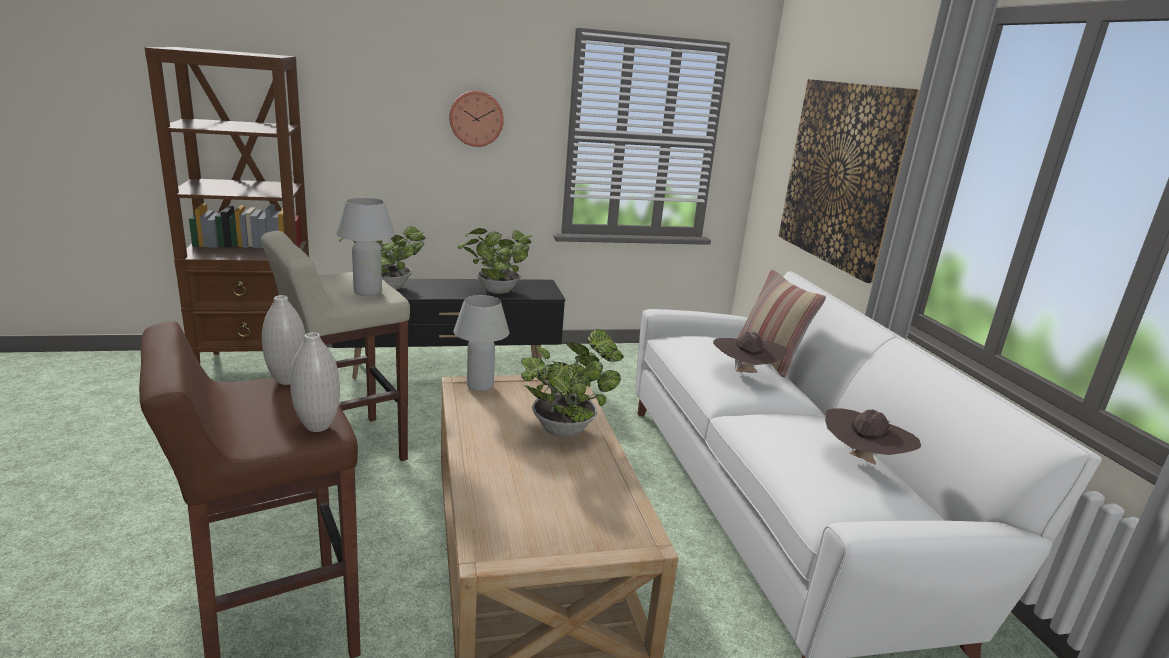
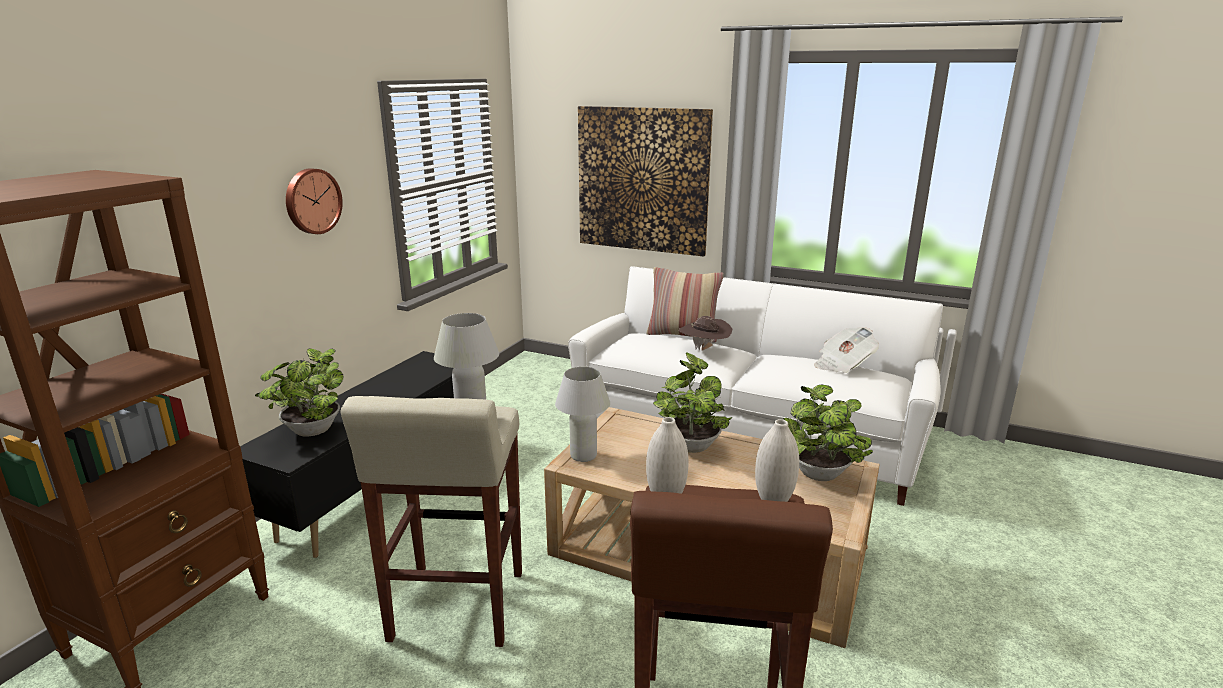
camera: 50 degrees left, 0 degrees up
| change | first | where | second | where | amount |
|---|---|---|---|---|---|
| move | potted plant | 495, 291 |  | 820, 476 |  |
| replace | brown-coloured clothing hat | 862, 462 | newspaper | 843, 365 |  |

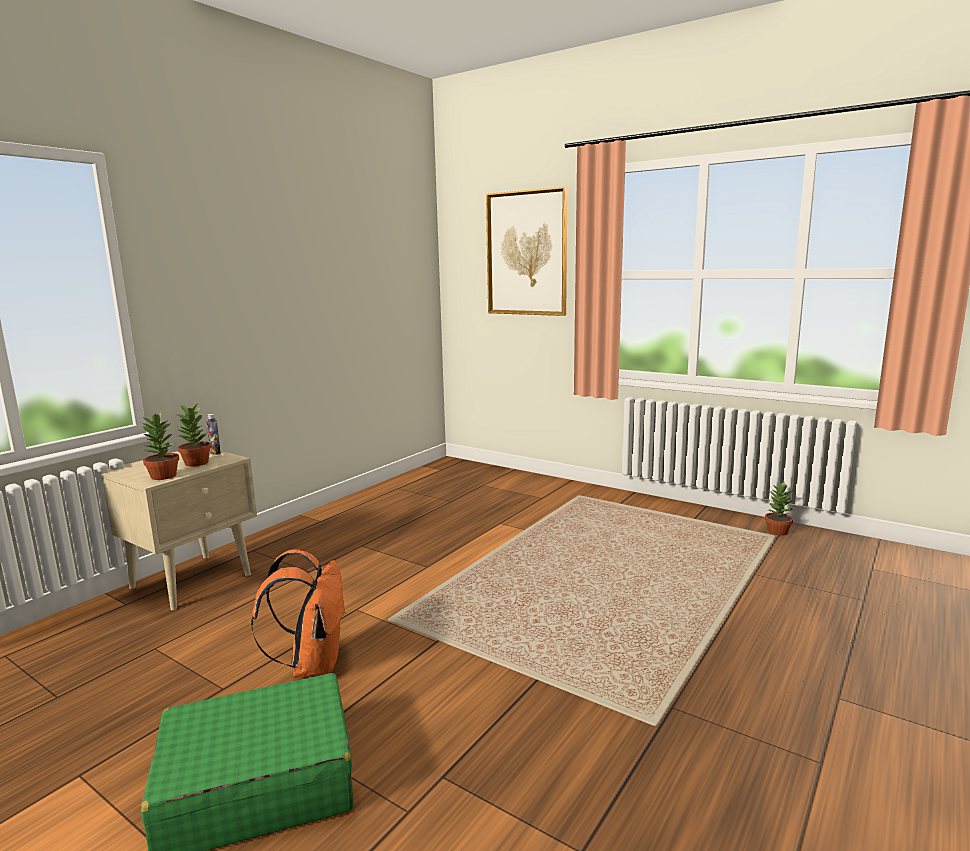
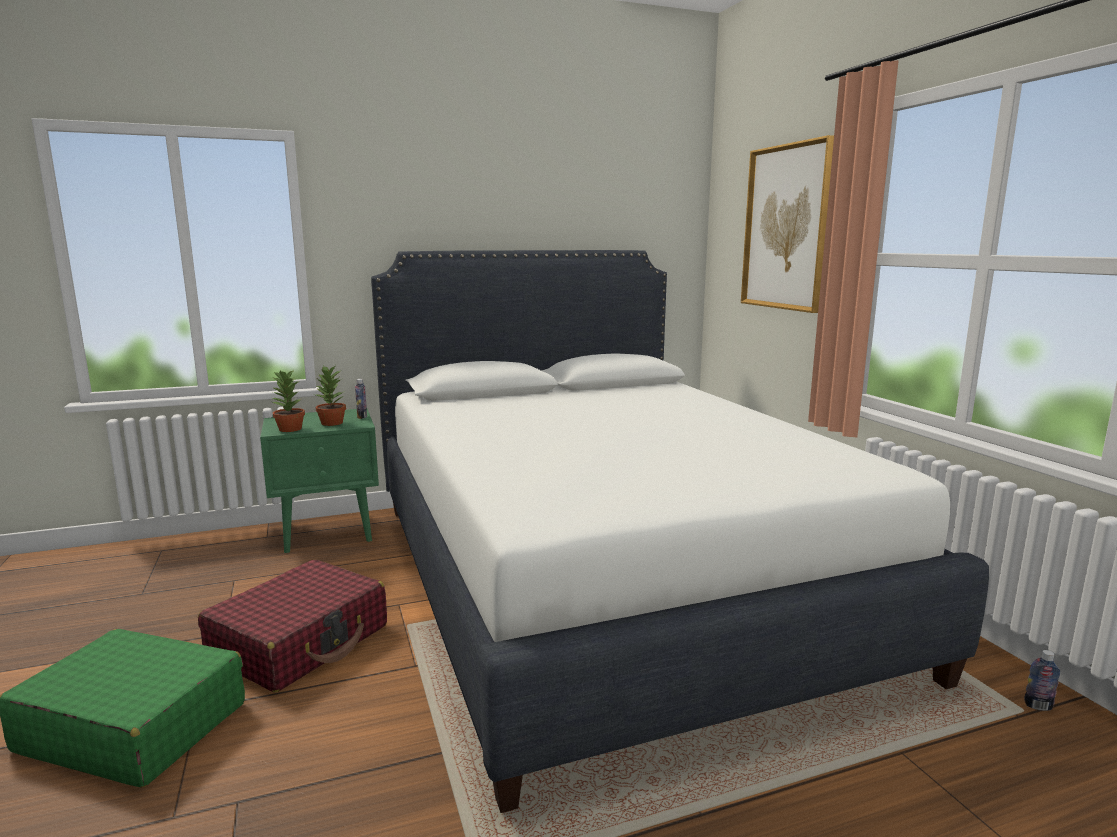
camera: 35 degrees right, 0 degrees up
| change | first | where | second | where | amount |
|---|---|---|---|---|---|
| recolor | beige-coloured bedside table | 193, 580 | greenish bedside table | 329, 532 |  |
| replace | orange backpack | 313, 664 | reddish travel case | 300, 642 |  |
| replace | potted plant | 777, 532 | beverage bottle | 1038, 706 |  |
| insert |  |  | white bedroom bed | 606, 577 |  |

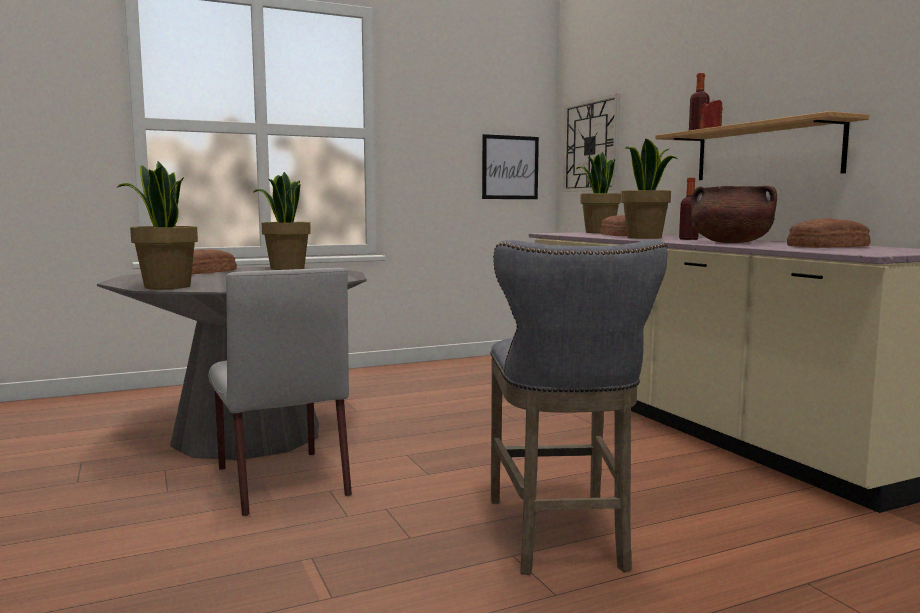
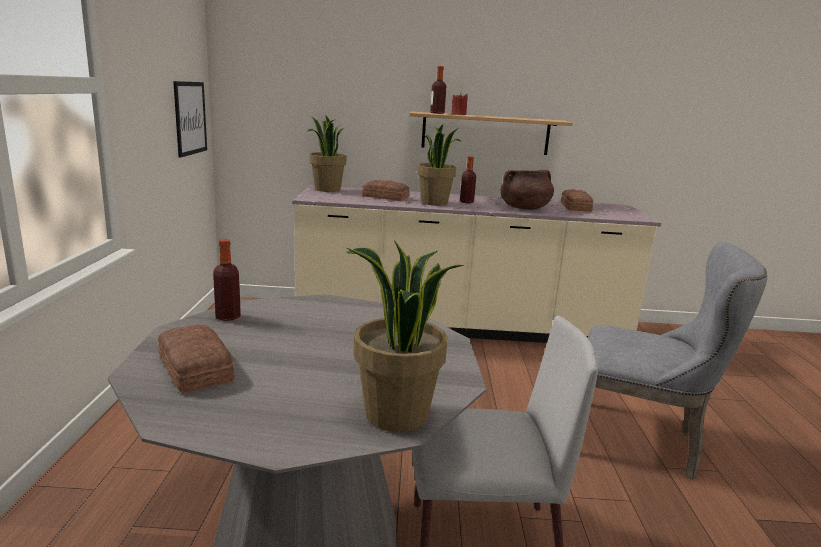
camera: 65 degrees left, 10 degrees up
| change | first | where | second | where | amount |
|---|---|---|---|---|---|
| replace | potted plant | 286, 268 | beverage bottle | 228, 316 |  |
| replace | greyish stool seat | 560, 537 | greyish chair | 641, 441 |  |
| delete | wall clock | 591, 146 |  |  |  |

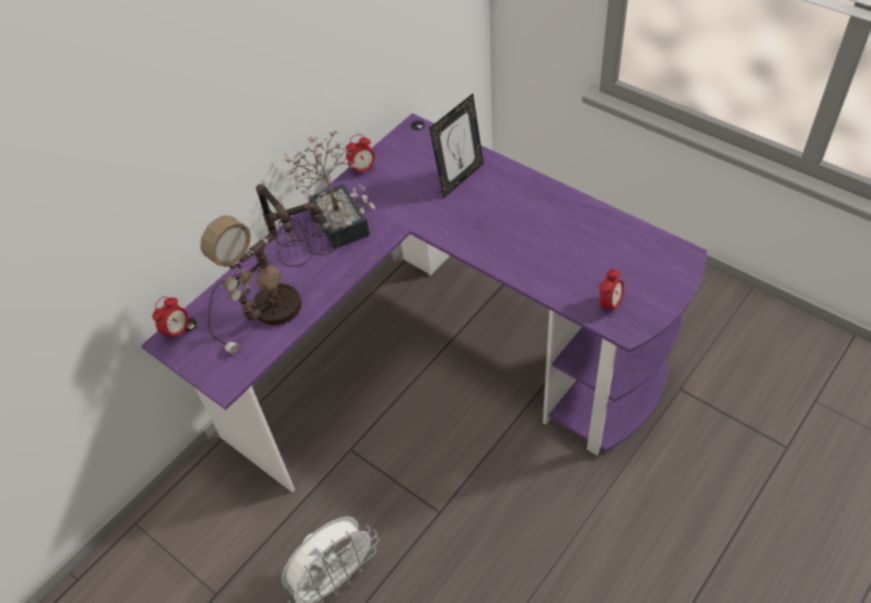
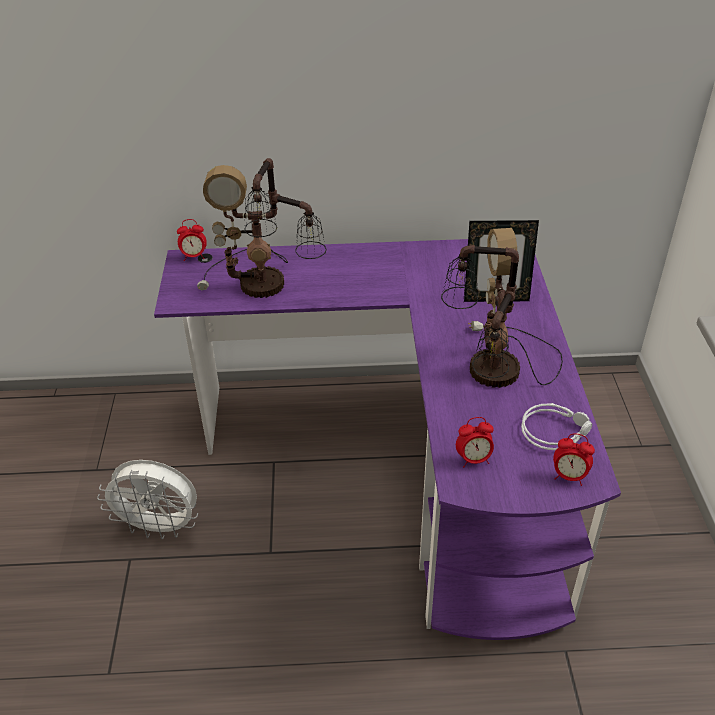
camera: 45 degrees right, 10 degrees down
| change | first | where | second | where | amount |
|---|---|---|---|---|---|
| delete | potted plant | 338, 218 |  |  |  |
| move | table clock | 363, 169 |  | 569, 476 |  |
| insert |  |  | tabletop lamp | 492, 373 |  |
| insert |  |  | greyish pair of headphones | 555, 430 |  |

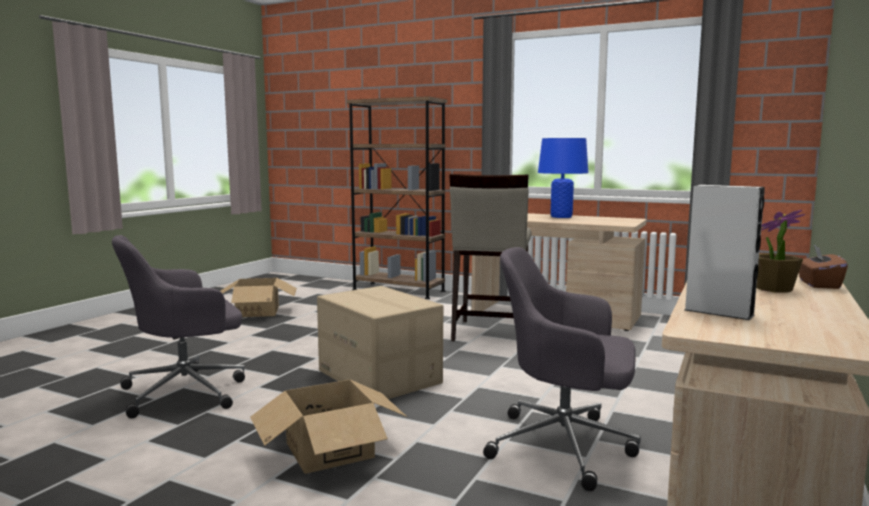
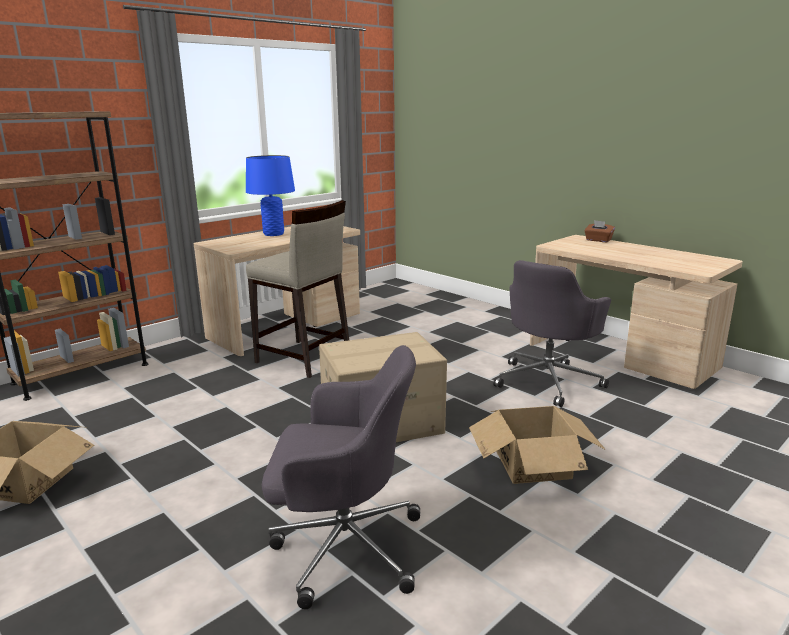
camera: 70 degrees left, 10 degrees up
| change | first | where | second | where | amount |
|---|---|---|---|---|---|
| rotate | greyish desk chair | 187, 391 |  | 343, 546 | 75 degrees counterclockwise |
| delete | greyish loudspeaker | 718, 312 |  |  |  |
| delete | potted plant | 773, 289 |  |  |  |

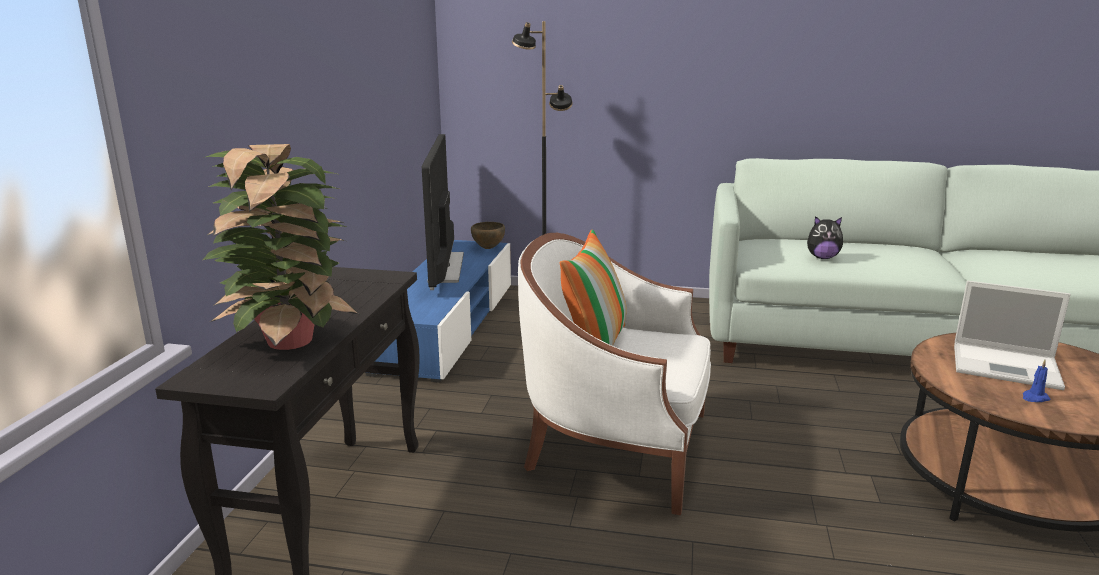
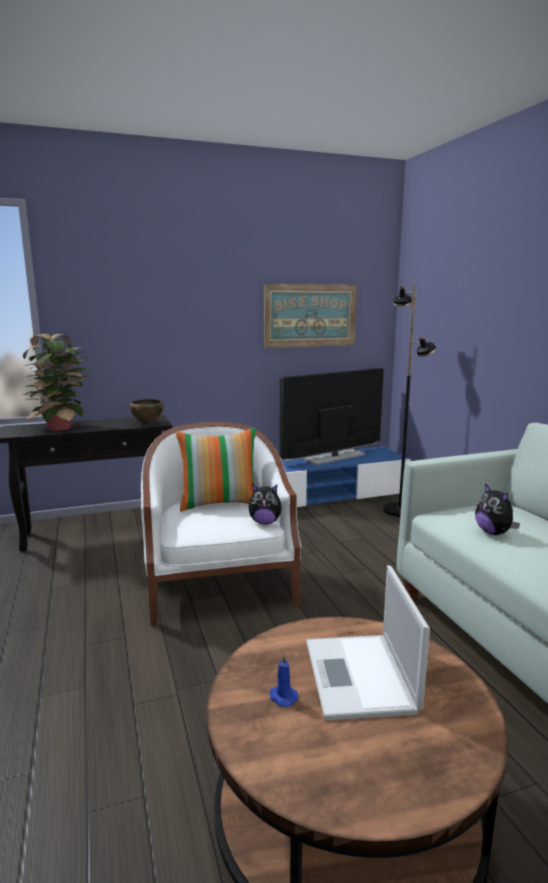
camera: 60 degrees right, 5 degrees down
| change | first | where | second | where | amount |
|---|---|---|---|---|---|
| move | brown-coloured bowl | 488, 248 |  | 147, 423 |  |
| insert |  |  | soft toy | 265, 522 |  |
| insert |  |  | picture | 310, 315 |  |

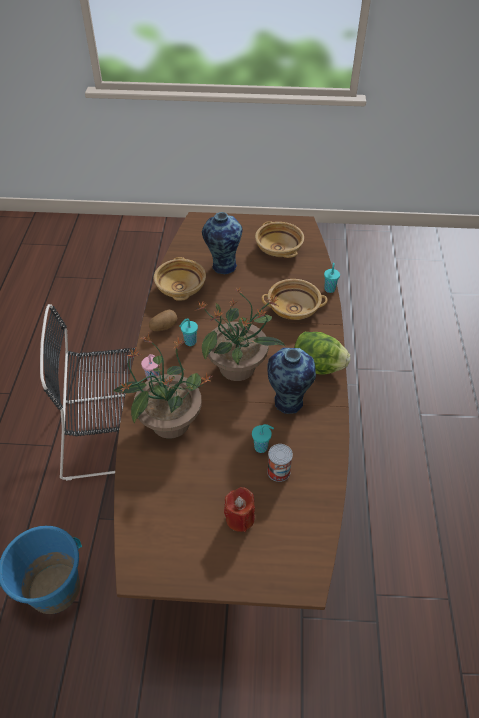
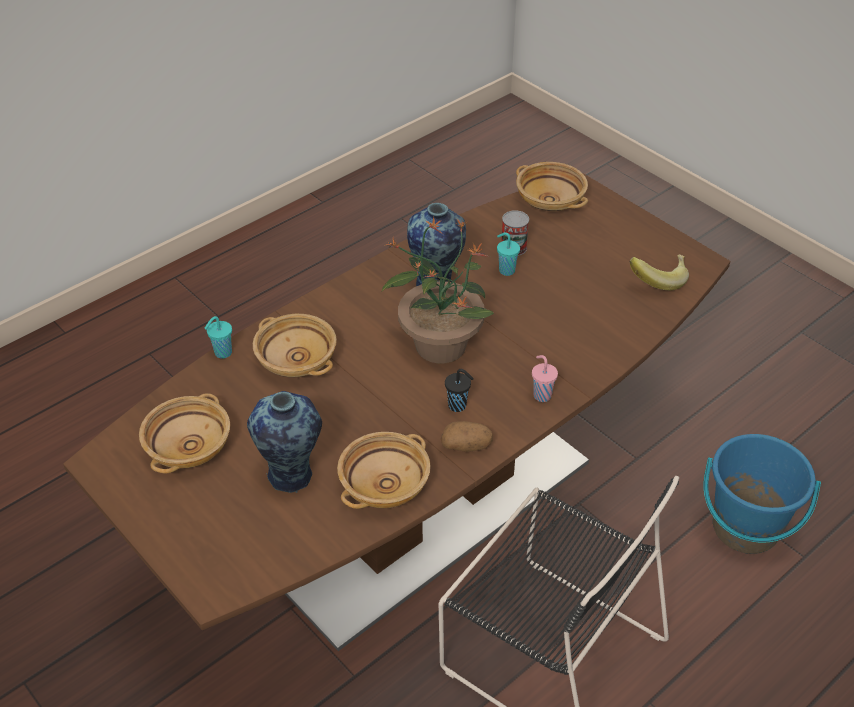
camera: 135 degrees left, 5 degrees down
| change | first | where | second | where | amount |
|---|---|---|---|---|---|
| delete | potted plant | 169, 422 |  |  |  |
| recolor | turquoise-coloured cup | 189, 342 | black-coloured cup | 458, 406 |  |
| delete | reddish wax light | 240, 518 |  |  |  |
| delete | lettuce head | 317, 366 |  |  |  |
| insert |  |  | beige-coloured bowl | 550, 201 |  |
| insert |  |  | banana | 657, 279 |  |

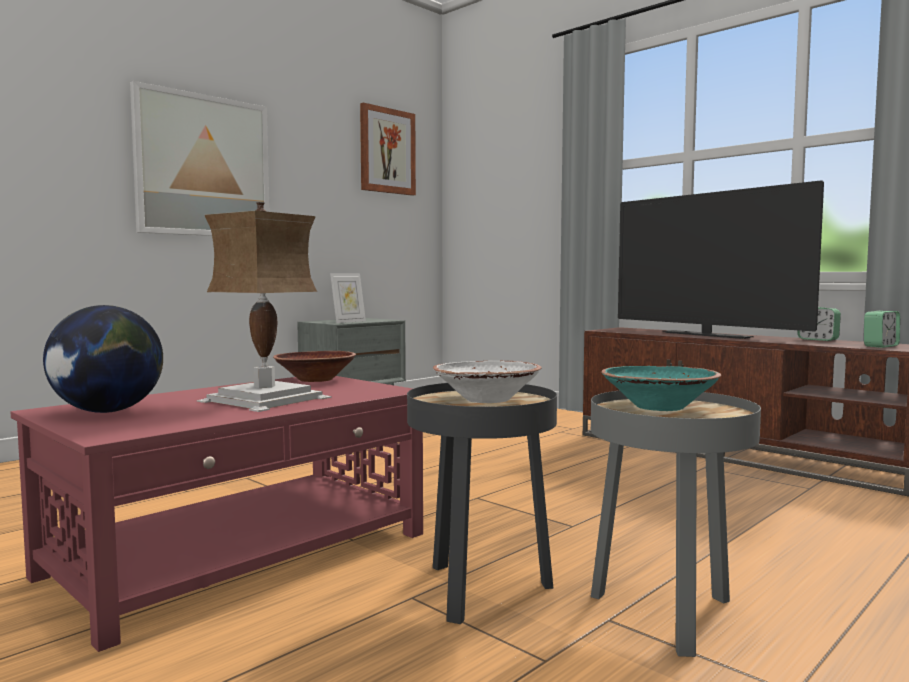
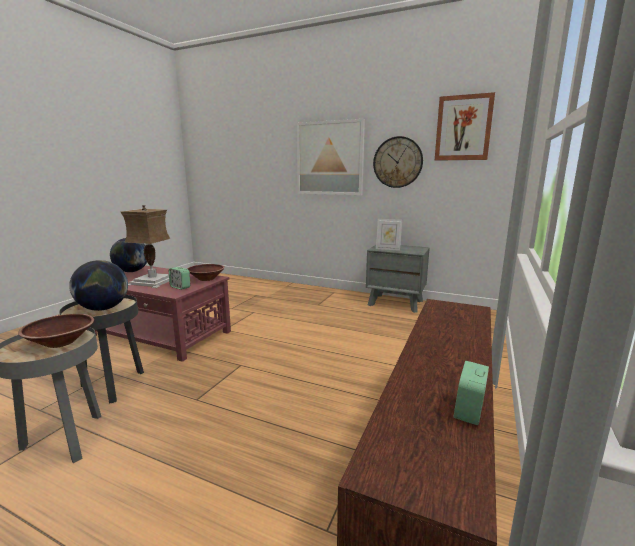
camera: 70 degrees right, 10 degrees up
| change | first | where | second | where | amount |
|---|---|---|---|---|---|
| replace | white bowl | 487, 400 | globe | 103, 309 |  |
| recolor | turquoise-coloured bowl | 659, 407 | brown-coloured bowl | 60, 342 |  |
| delete | TV | 705, 335 |  |  |  |
| move | table clock | 881, 346 |  | 180, 287 |  |
| insert |  |  | wall clock | 397, 162 |  |

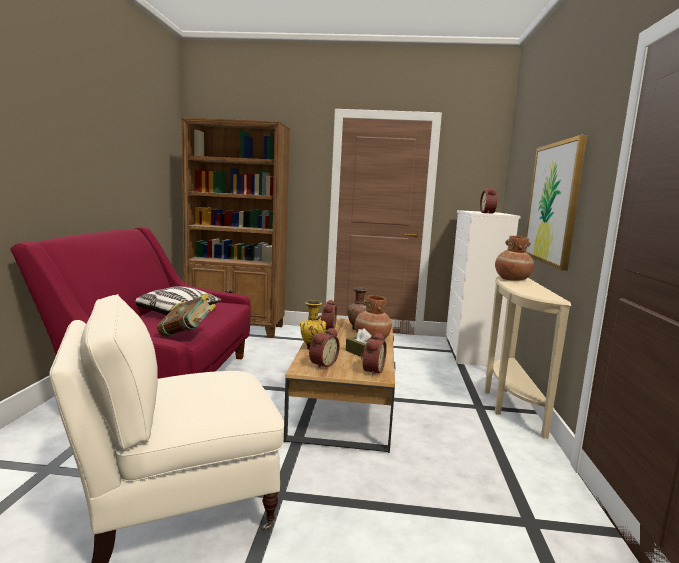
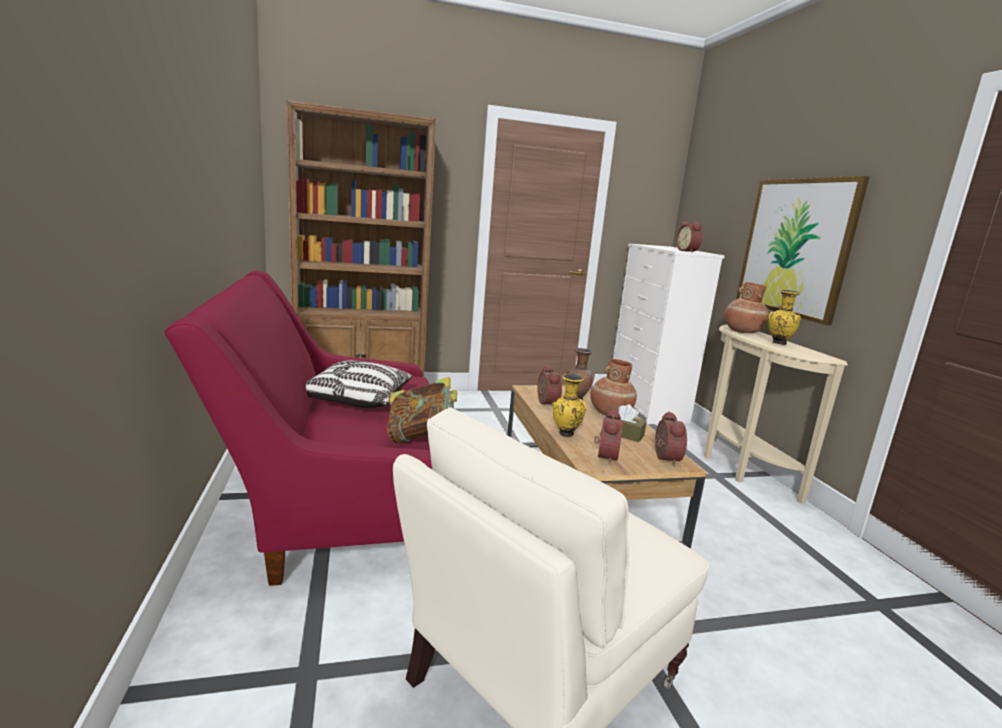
camera: 20 degrees left, 5 degrees up
| change | first | where | second | where | amount |
|---|---|---|---|---|---|
| insert |  |  | yellow-coloured flower vase | 778, 343 |  |

